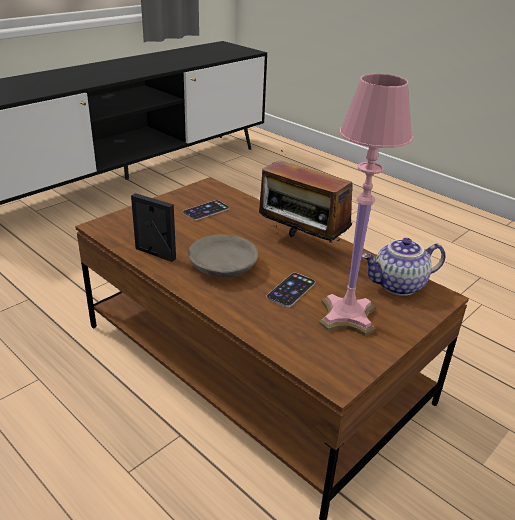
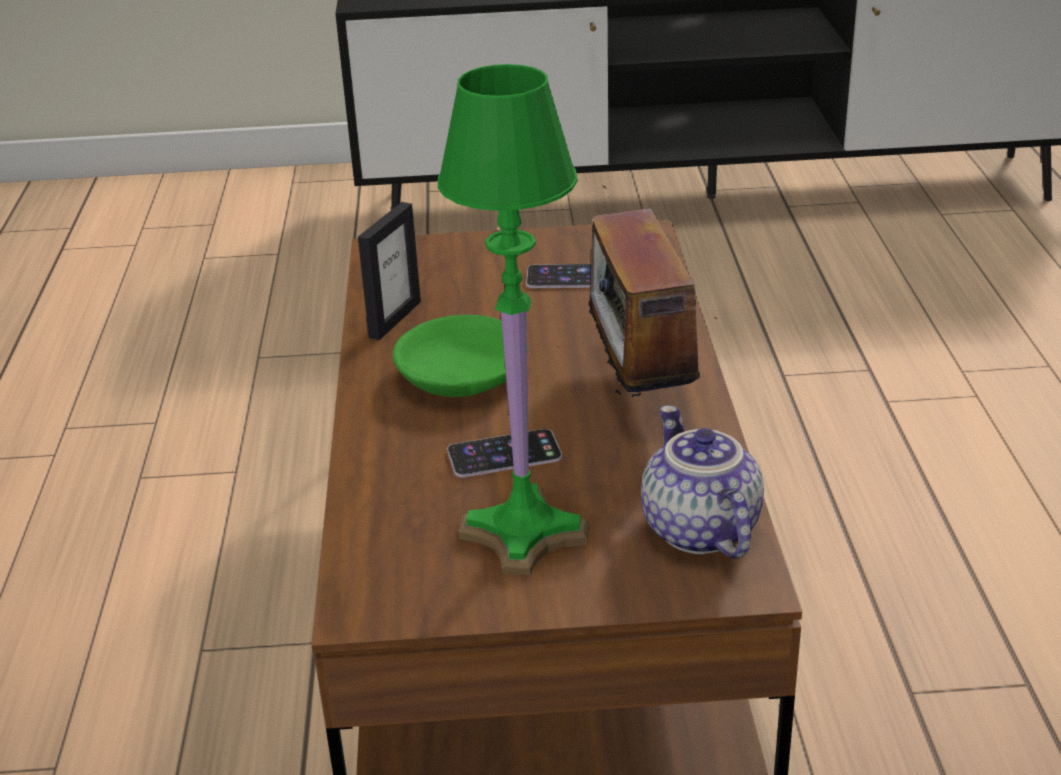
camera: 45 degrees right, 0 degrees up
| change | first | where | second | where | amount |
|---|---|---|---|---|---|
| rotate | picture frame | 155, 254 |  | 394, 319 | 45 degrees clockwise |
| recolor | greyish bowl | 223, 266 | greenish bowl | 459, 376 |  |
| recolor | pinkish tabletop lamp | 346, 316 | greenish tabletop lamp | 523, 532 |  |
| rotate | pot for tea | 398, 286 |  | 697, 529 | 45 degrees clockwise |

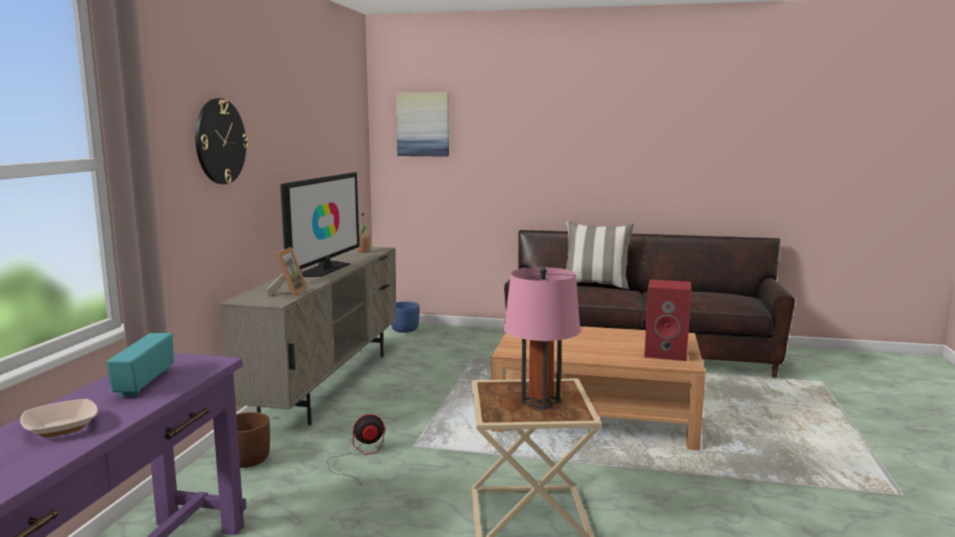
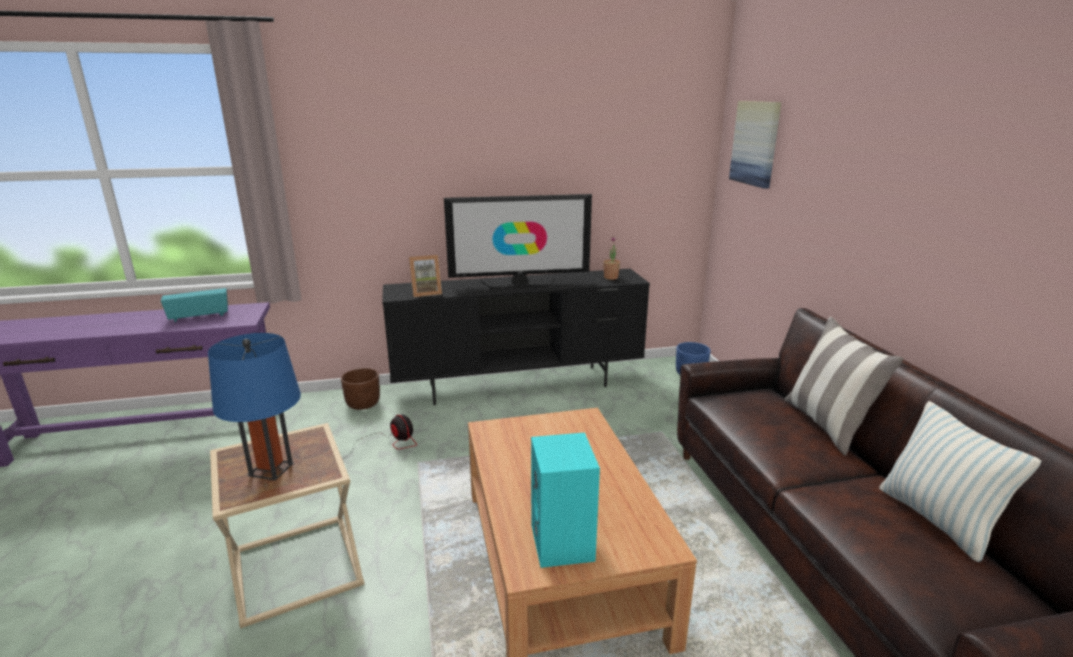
camera: 65 degrees right, 10 degrees up
| change | first | where | second | where | amount |
|---|---|---|---|---|---|
| delete | bowl | 61, 428 |  |  |  |
| delete | wall clock | 220, 141 |  |  |  |
| recolor | beige-coloured media console | 328, 384 | black-coloured media console | 519, 385 |  |
| recolor | pinkish tabletop lamp | 540, 401 | blue-coloured tabletop lamp | 271, 469 |  |
| recolor | reddish loudspeaker | 667, 353 | turquoise-coloured loudspeaker | 564, 543 |  |
| insert |  |  | cushion | 937, 520 |  |

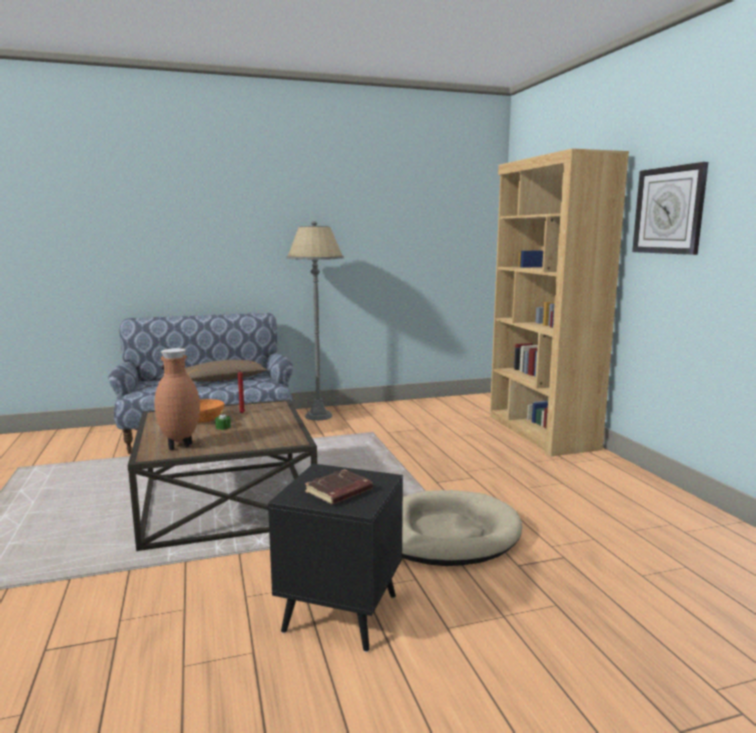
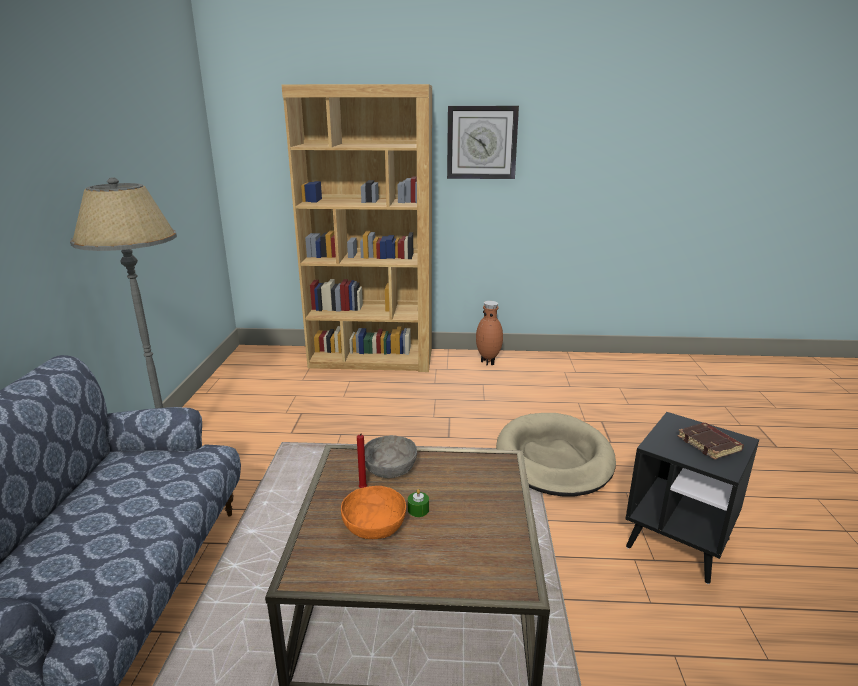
camera: 70 degrees left, 10 degrees up
| change | first | where | second | where | amount |
|---|---|---|---|---|---|
| move | brown-coloured flower vase | 181, 446 |  | 488, 362 |  |
| delete | brown-coloured cushion | 223, 379 |  |  |  |
| insert |  |  | greyish bowl | 390, 469 |  |

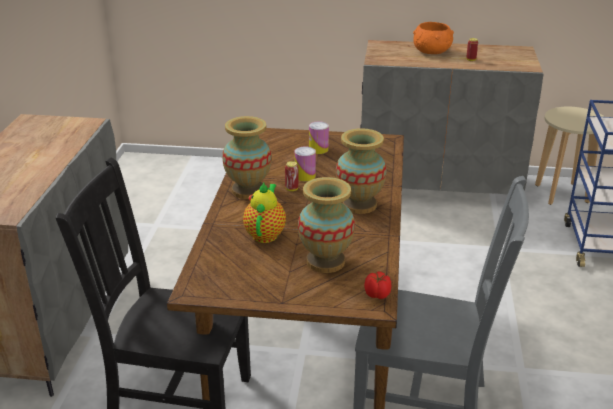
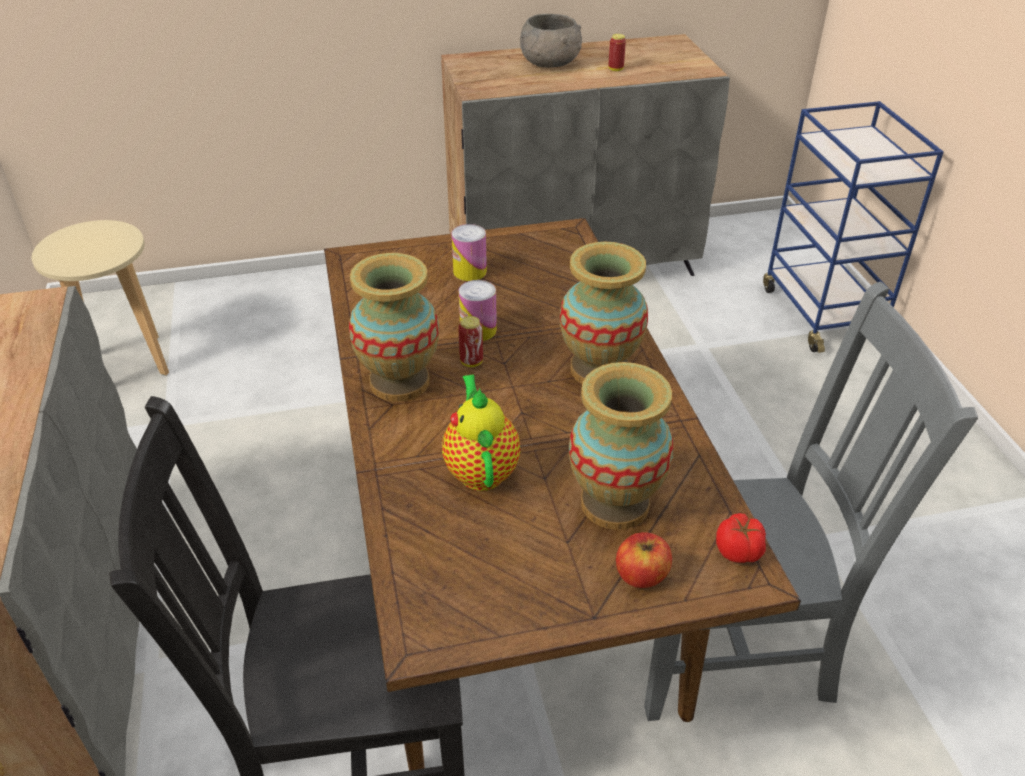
camera: 20 degrees left, 10 degrees up
| change | first | where | second | where | amount |
|---|---|---|---|---|---|
| recolor | orange bowl | 432, 52 | greyish bowl | 550, 63 |  |
| move | beige-coloured stool seat | 561, 194 |  | 127, 364 |  |
| insert |  |  | apple | 641, 575 |  |

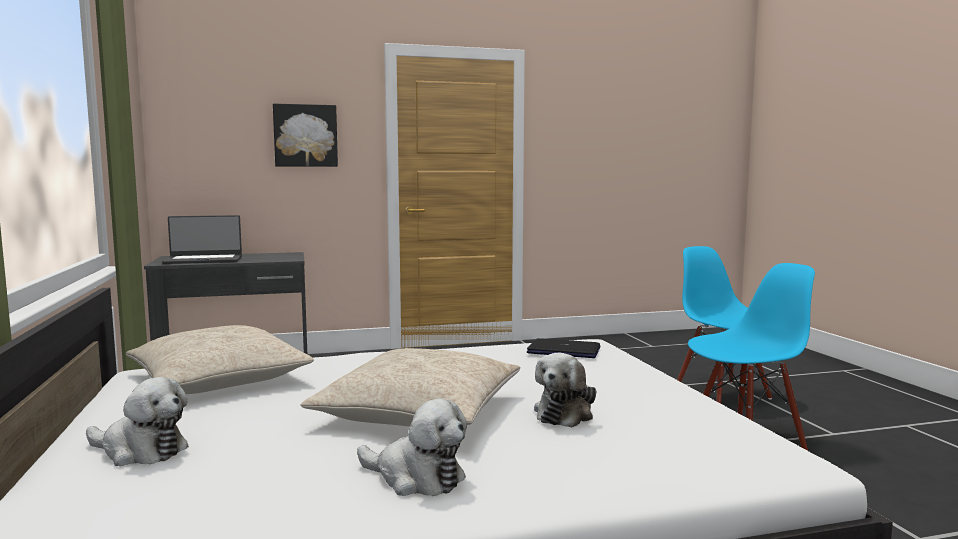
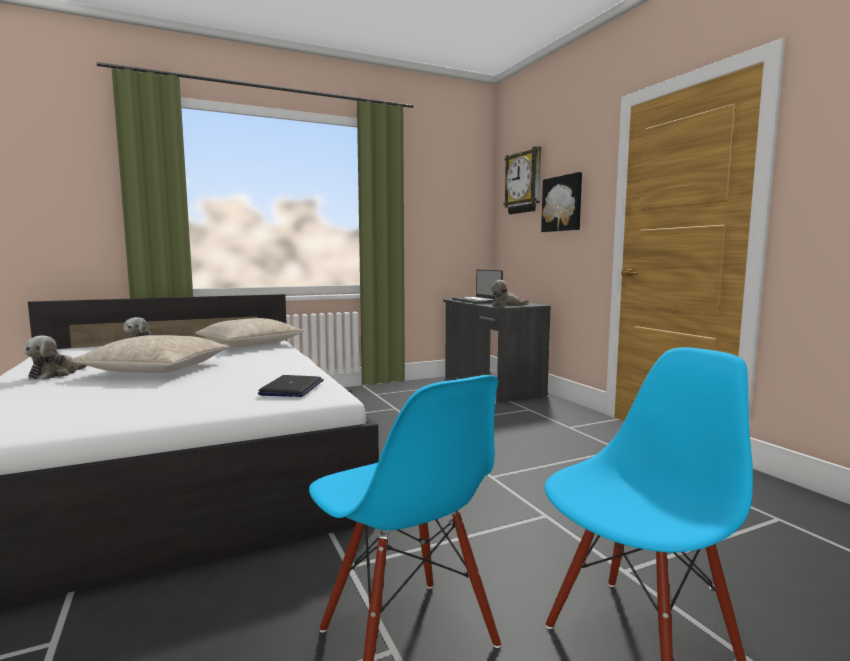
camera: 80 degrees right, 0 degrees up
| change | first | where | second | where | amount |
|---|---|---|---|---|---|
| move | soft toy | 565, 413 |  | 506, 305 |  |
| insert |  |  | wall clock | 524, 182 |  |

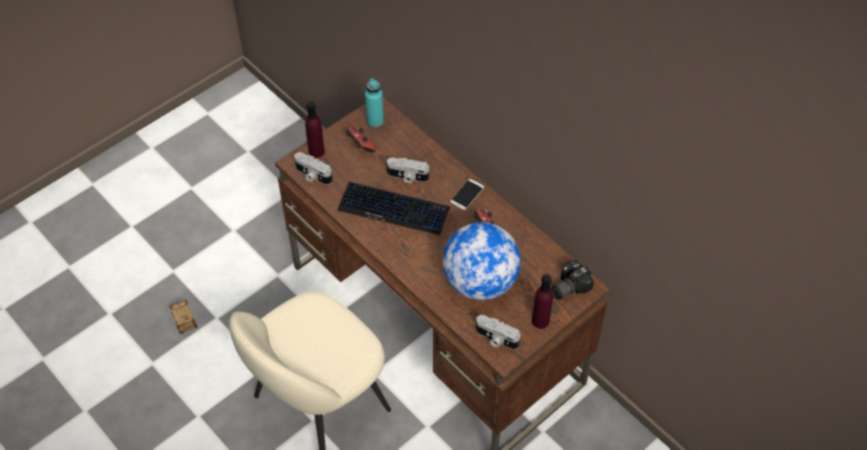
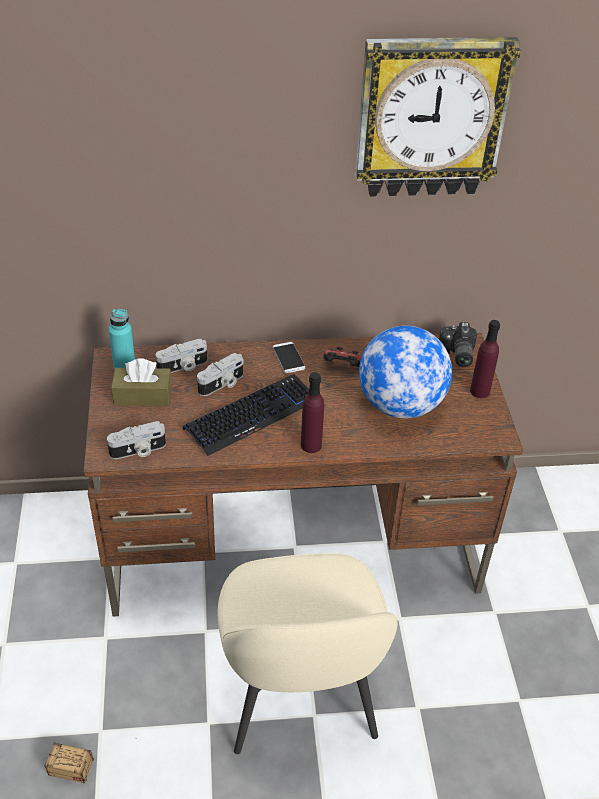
camera: 55 degrees left, 10 degrees down
| change | first | where | second | where | amount |
|---|---|---|---|---|---|
| move | purple-coloured beverage bottle | 316, 151 |  | 311, 445 |  |
| replace | joypad | 360, 145 | brown-coloured tissue box | 143, 395 |  |
| move | photo camera | 496, 339 |  | 183, 367 |  |
| insert |  |  | wall clock | 430, 117 |  |

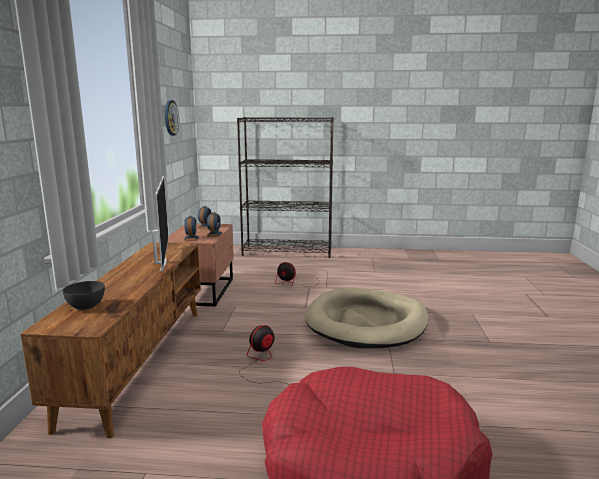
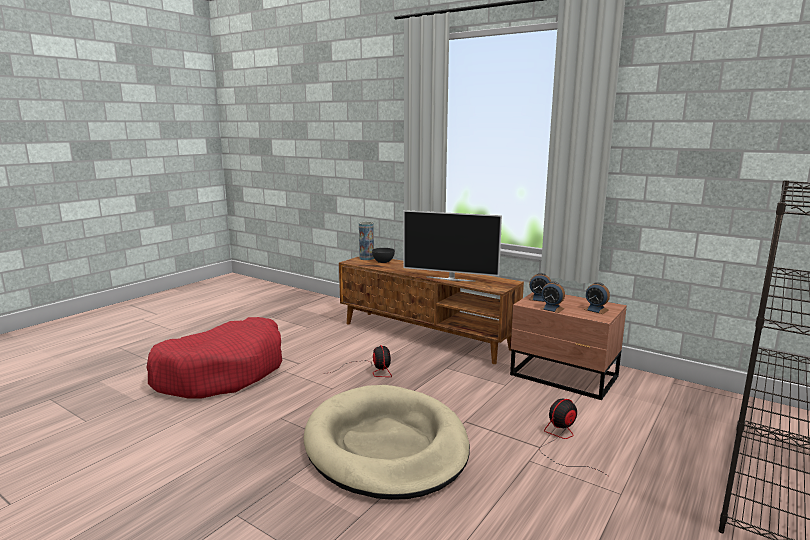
camera: 120 degrees right, 0 degrees up
| change | first | where | second | where | amount |
|---|---|---|---|---|---|
| delete | wall clock | 171, 118 |  |  |  |
| insert |  |  | flower vase | 366, 258 |  |

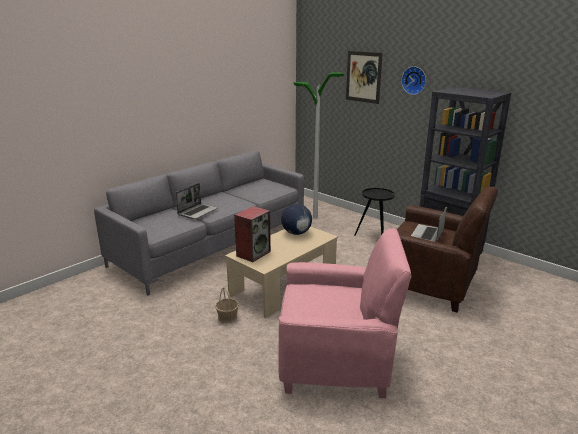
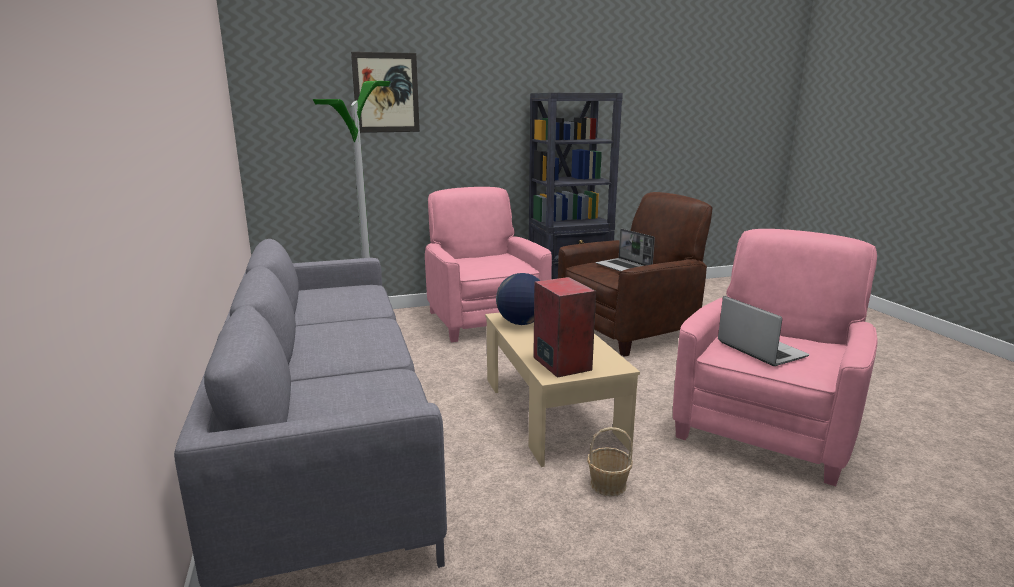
camera: 60 degrees left, 5 degrees down
| change | first | where | second | where | amount |
|---|---|---|---|---|---|
| move | laptop | 197, 212 |  | 759, 349 |  |
| replace | black-coloured end table | 375, 237 | pinkish armchair | 484, 320 |  |
| delete | wall clock | 414, 80 |  |  |  |

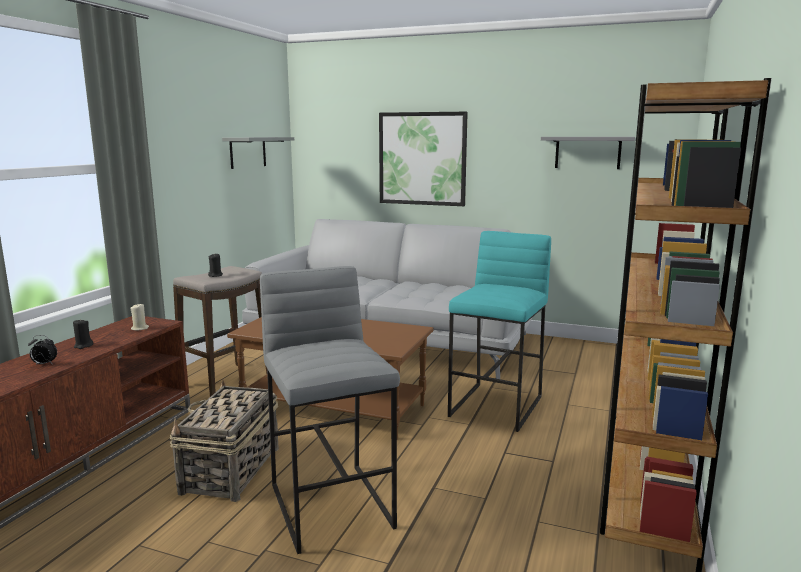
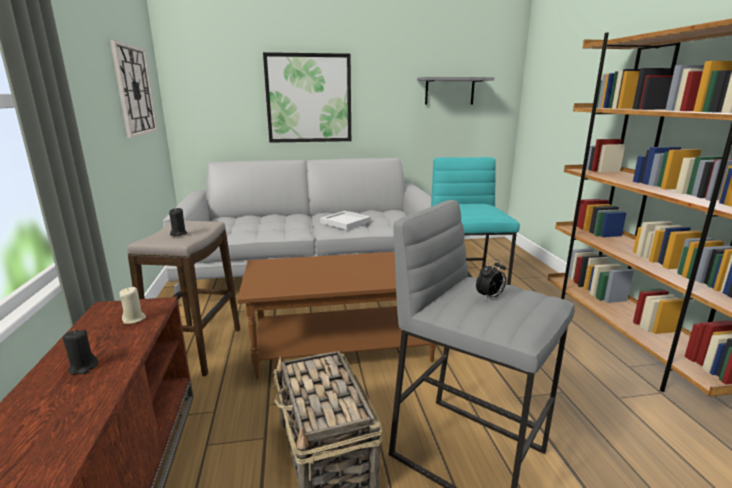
camera: 30 degrees left, 5 degrees up
| change | first | where | second | where | amount |
|---|---|---|---|---|---|
| move | table clock | 44, 364 |  | 490, 297 |  |
| replace | greyish bracket shelf | 248, 152 | wall clock | 134, 90 |  |
| insert |  |  | white serving tray | 345, 222 |  |

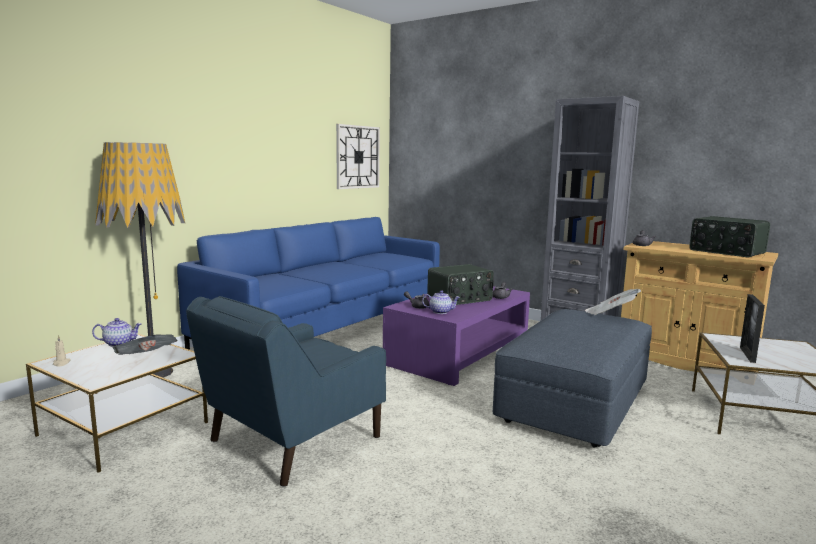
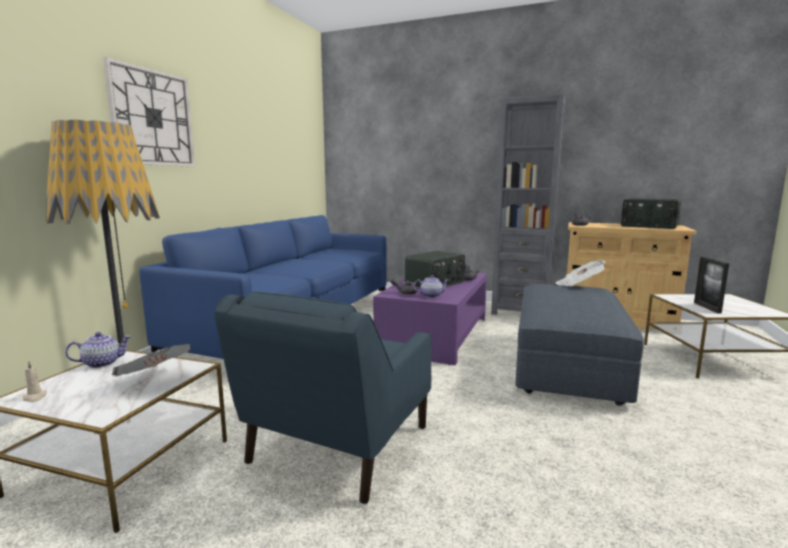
camera: 15 degrees left, 0 degrees up
| change | first | where | second | where | amount |
|---|---|---|---|---|---|
| move | wall clock | 357, 157 |  | 152, 118 |  |

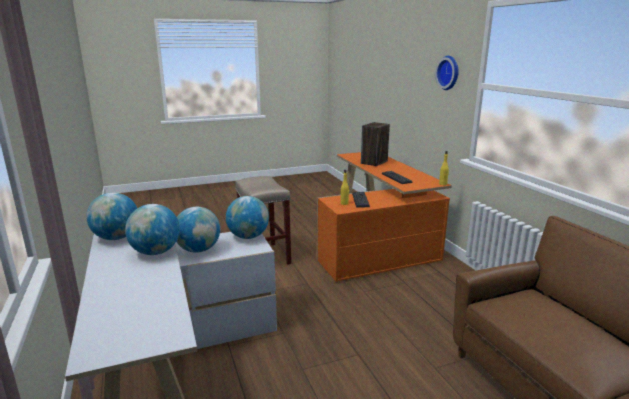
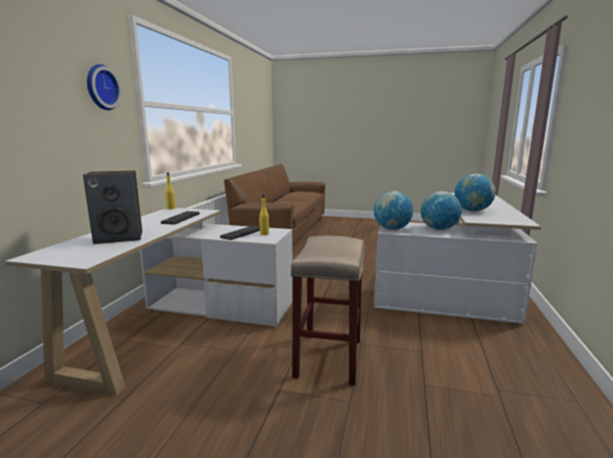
camera: 145 degrees left, 5 degrees down
| change | first | where | second | where | amount |
|---|---|---|---|---|---|
| delete | globe | 116, 238 |  |  |  |
| recolor | orange desk table | 376, 244 | white desk table | 181, 325 |  |

